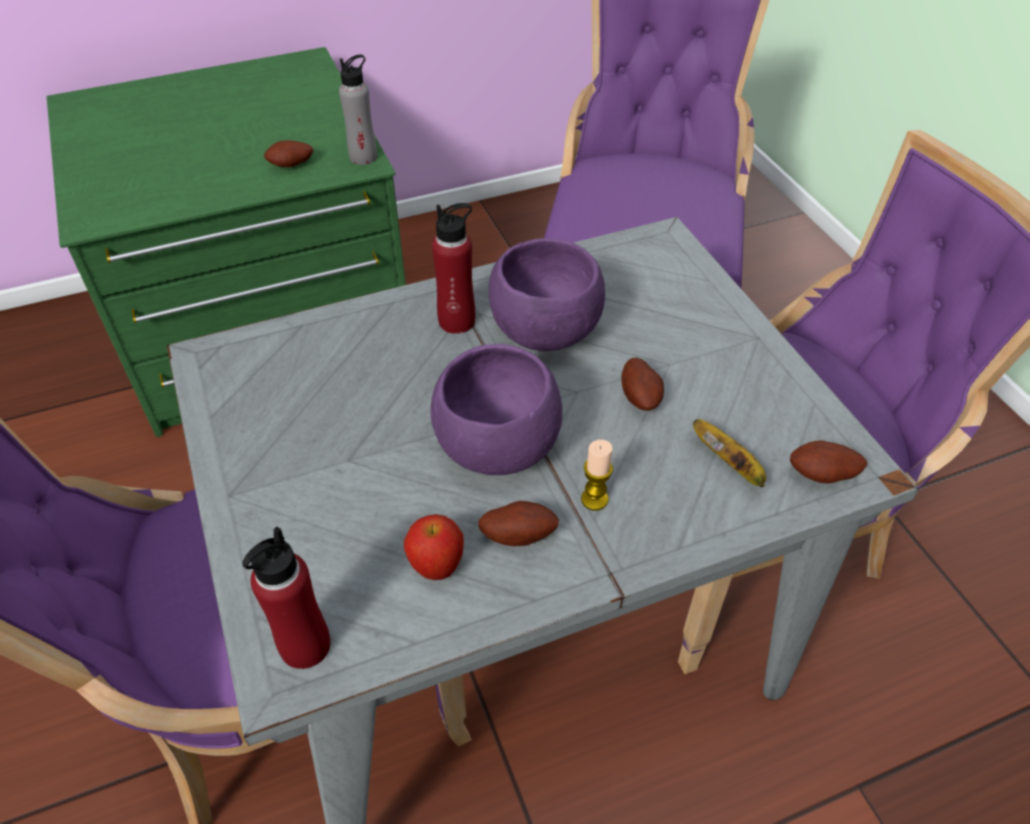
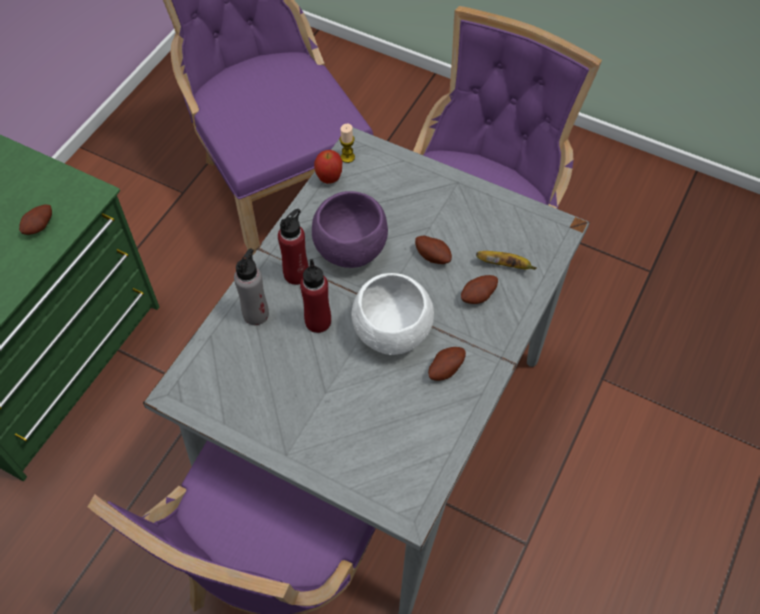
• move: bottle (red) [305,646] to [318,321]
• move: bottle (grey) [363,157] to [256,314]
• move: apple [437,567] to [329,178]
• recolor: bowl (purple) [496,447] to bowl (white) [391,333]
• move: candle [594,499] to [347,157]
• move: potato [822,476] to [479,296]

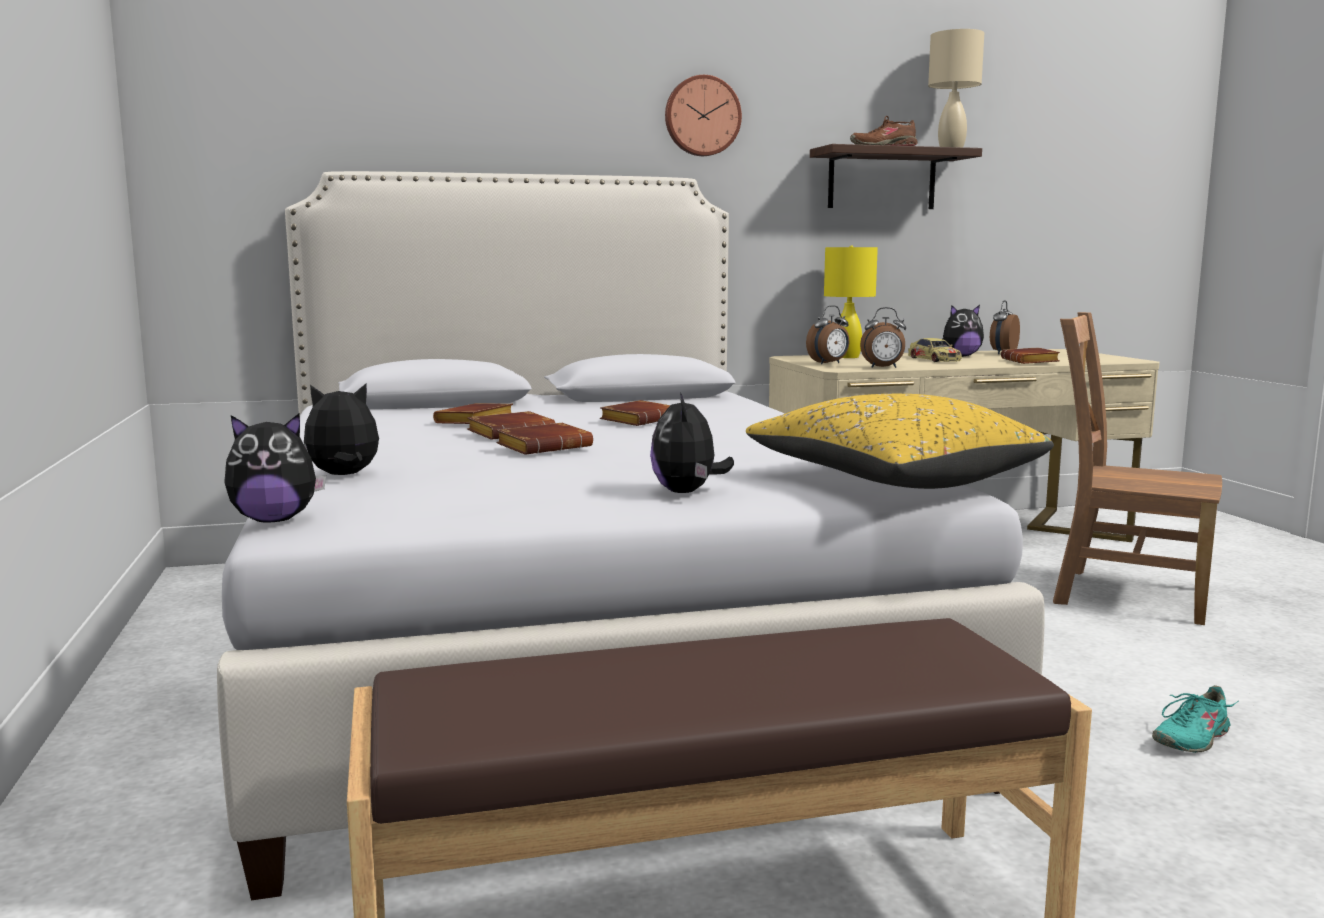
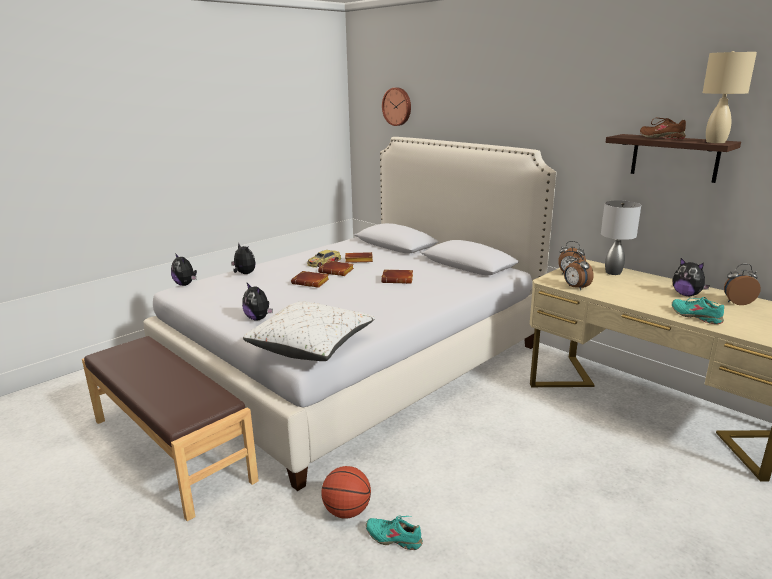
• rotate: plush toy [687,492] = [258,318] 105 degrees counterclockwise
• move: wall clock [702,116] to [397,106]
• recolor: pillow (yellow) [893,481] to pillow (white) [312,345]
• recolor: table lamp (yellow) [847,357] to table lamp (grey) [613,272]
• move: toy car [934,359] to [324,262]
• replace: book (brown) [1031,362] to shoe (turquoise) [696,316]
• delete: chair (brown) [1123,594]
• insert: basketball [347,511]

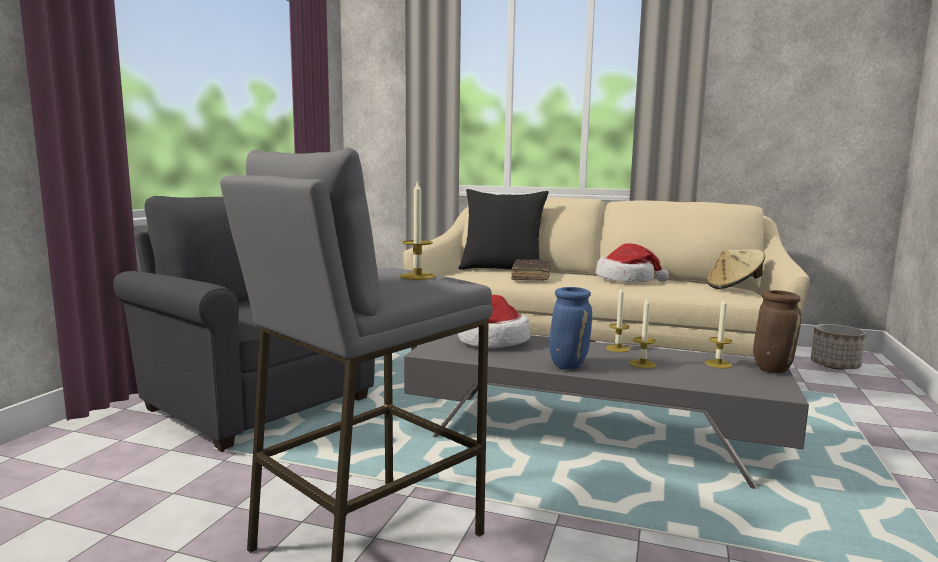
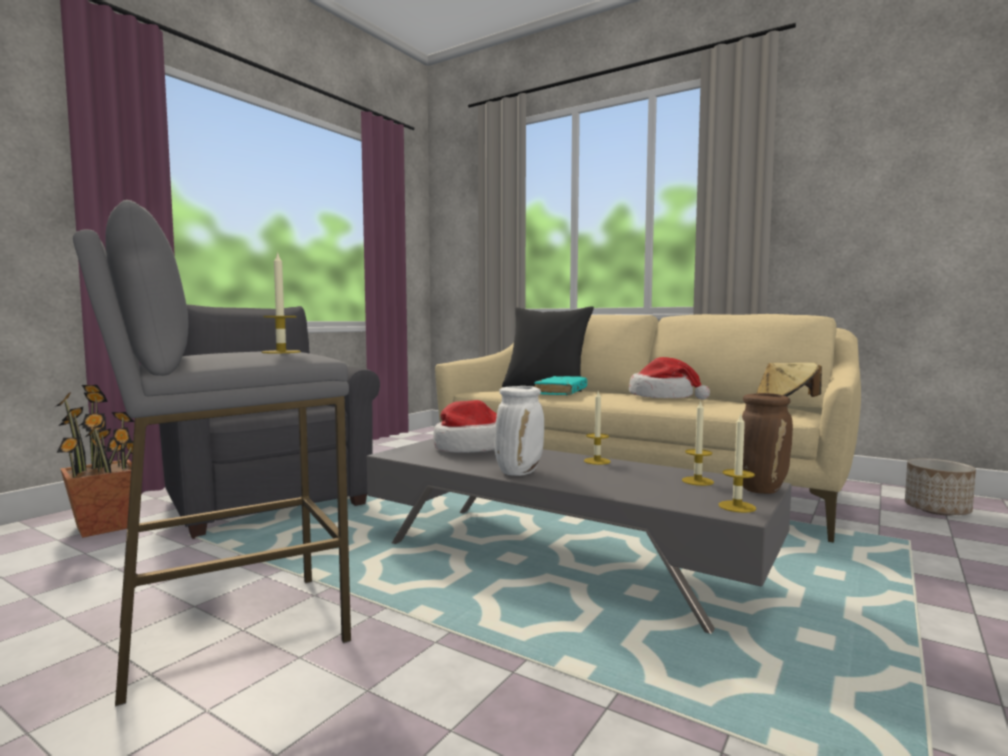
• recolor: book (brown) [531,276] to book (turquoise) [561,392]
• recolor: vase (blue) [568,365] to vase (white) [519,472]
• move: candle [642,364] to [737,507]
• insert: potted plant [104,527]

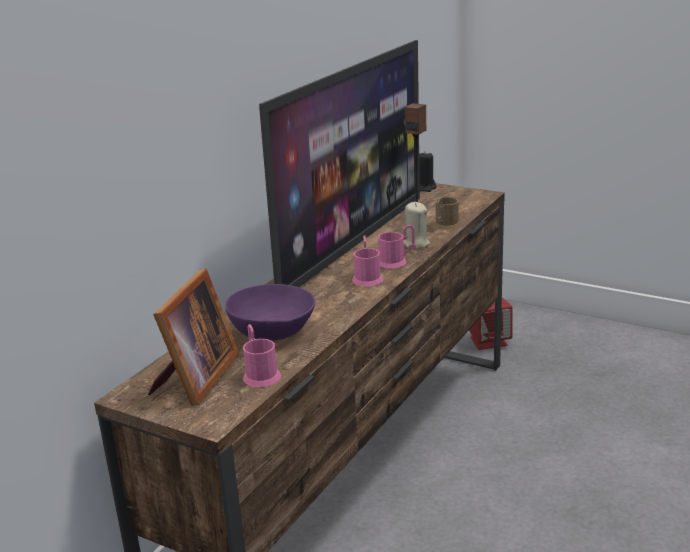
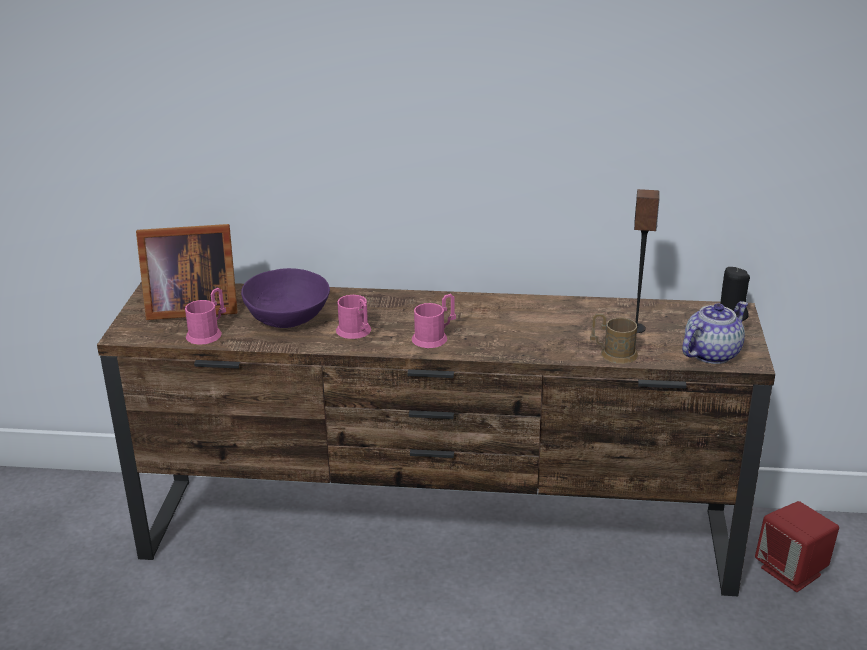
• delete: television [352,243]
• move: mug (pink) [396,261] to [356,332]
• delete: candle (beige) [416,244]
• insert: teapot [711,353]

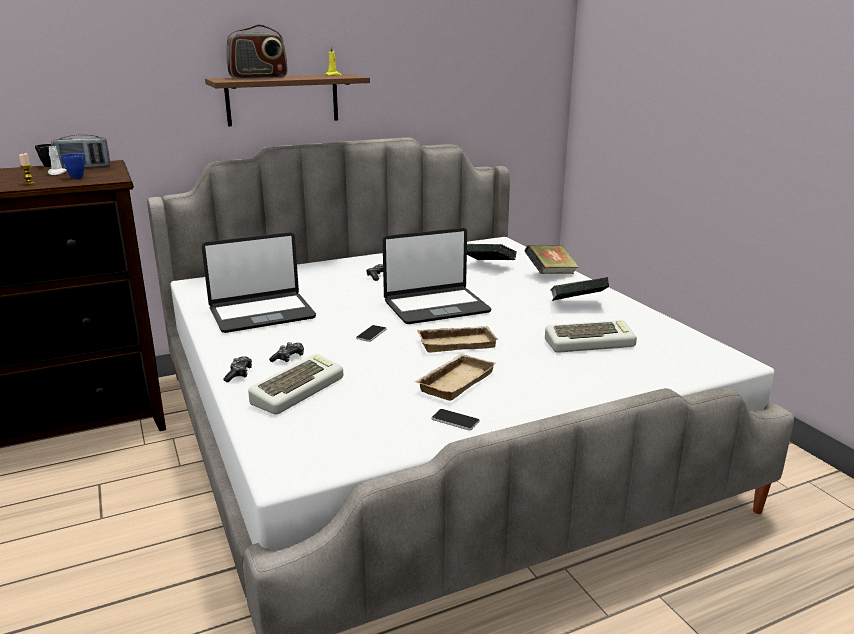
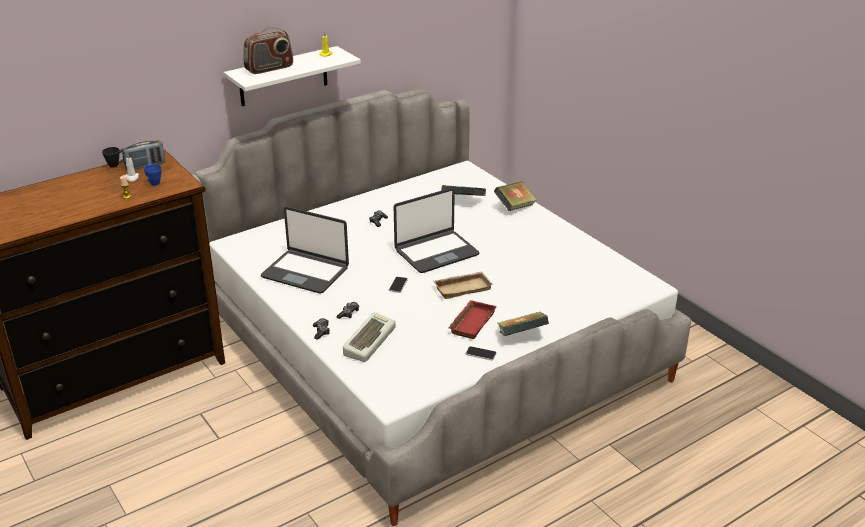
• rotate: laptop [262,314] = [306,272] 60 degrees clockwise
• recolor: shelf (brown) [282,99] to shelf (white) [283,76]
• recolor: tray (beige) [454,381] to tray (red) [471,322]
• delete: keyboard [589,342]
• move: book [577,305] to [521,336]

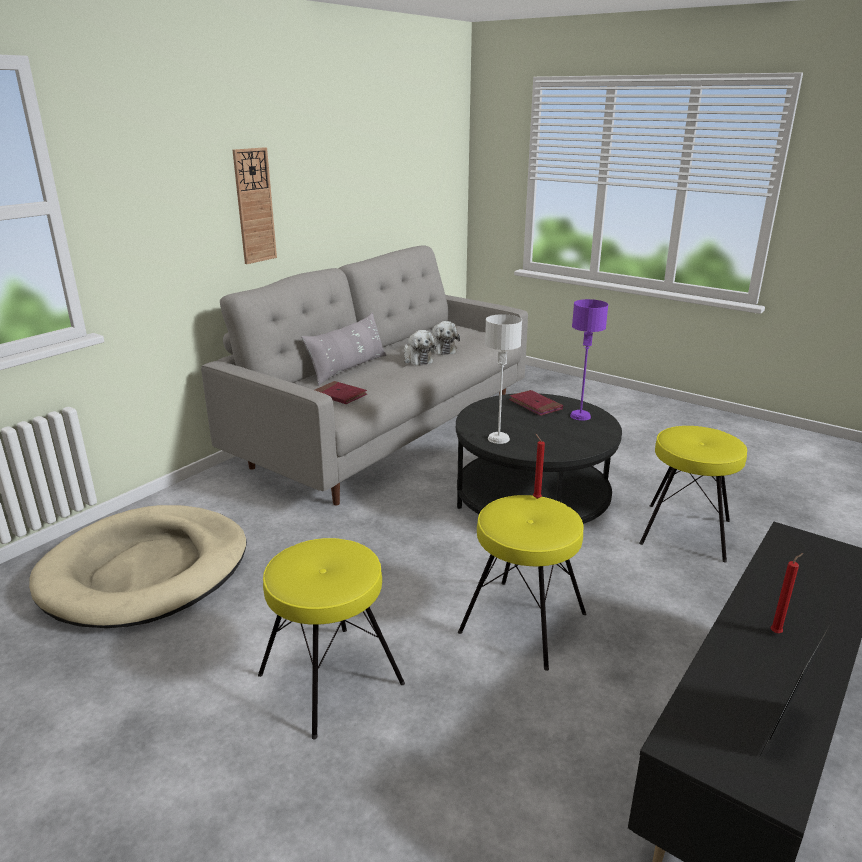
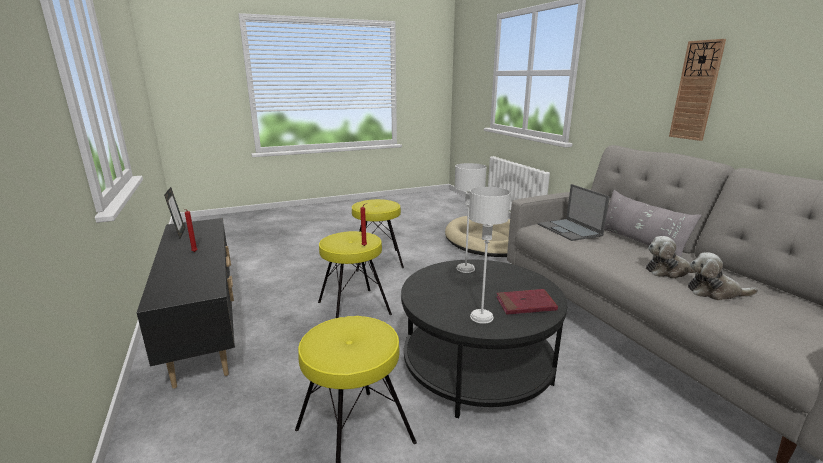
• replace: book (red) [340,395] to laptop [570,230]
• recolor: table lamp (purple) [580,416] to table lamp (grey) [481,317]

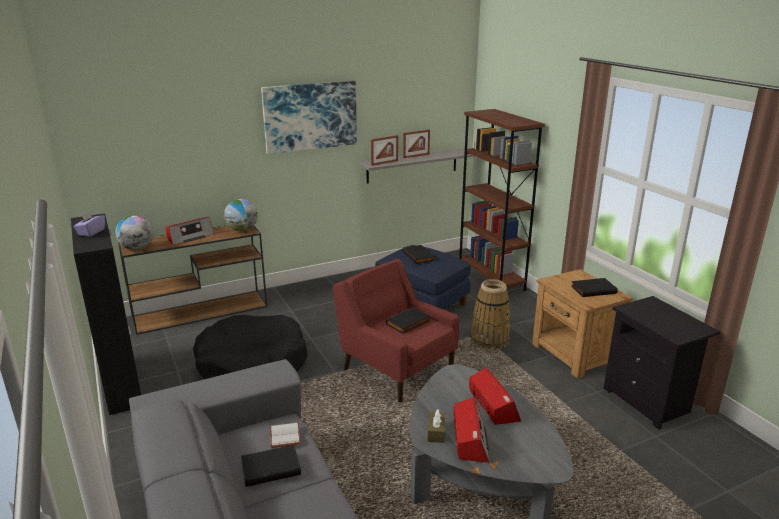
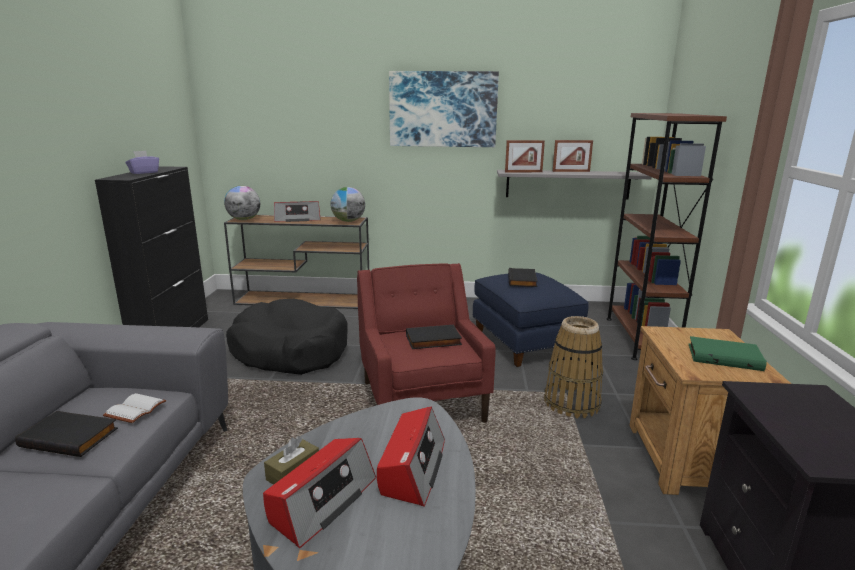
• recolor: book (black) [593,289] to book (green) [724,356]

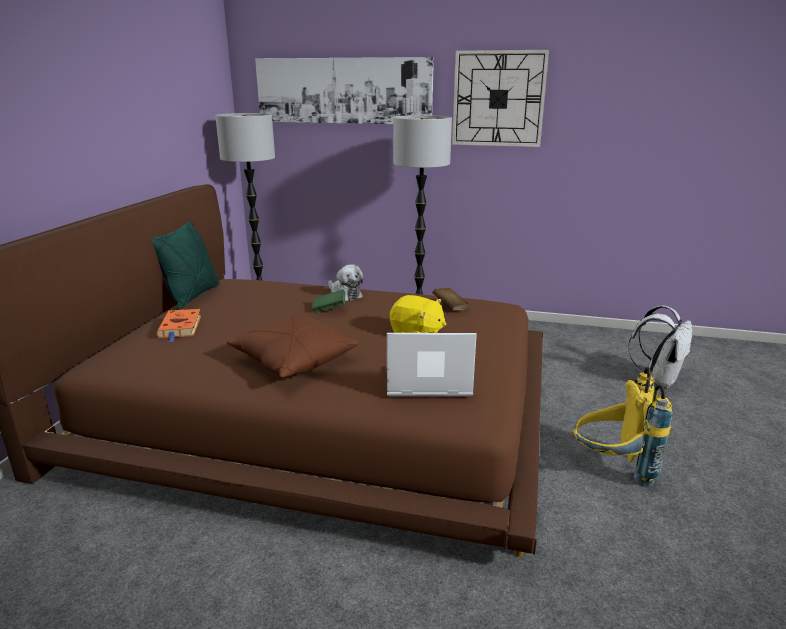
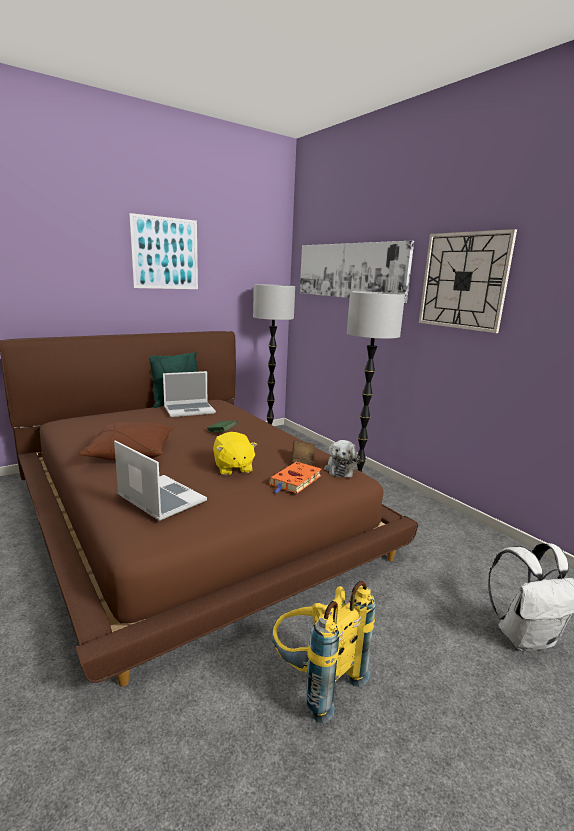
• move: book (orange) [180,327] to [295,481]
• move: plush toy [345,294] to [340,469]
• insert: picture [165,253]
• insert: laptop [190,410]

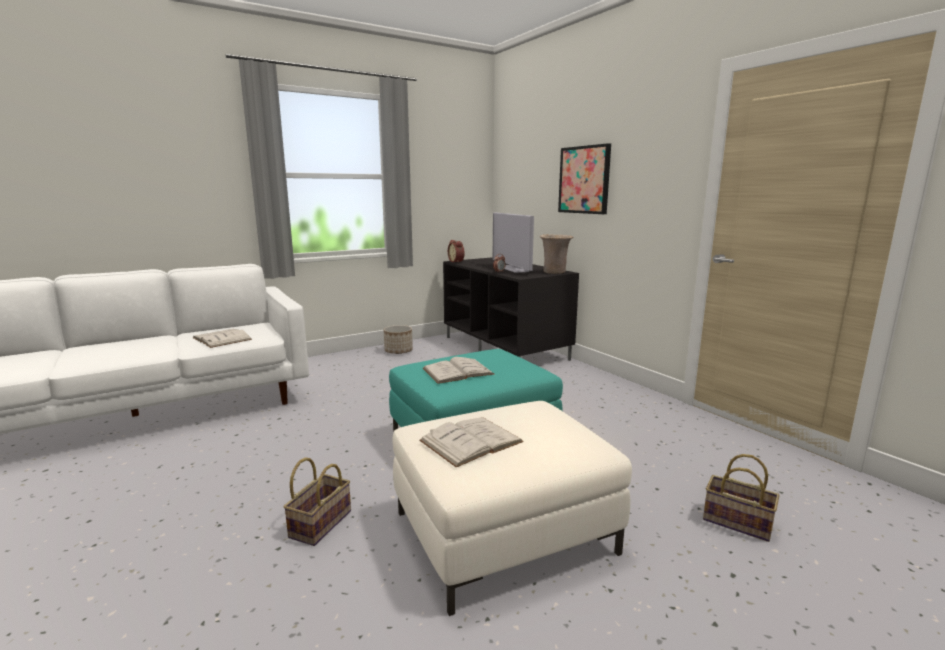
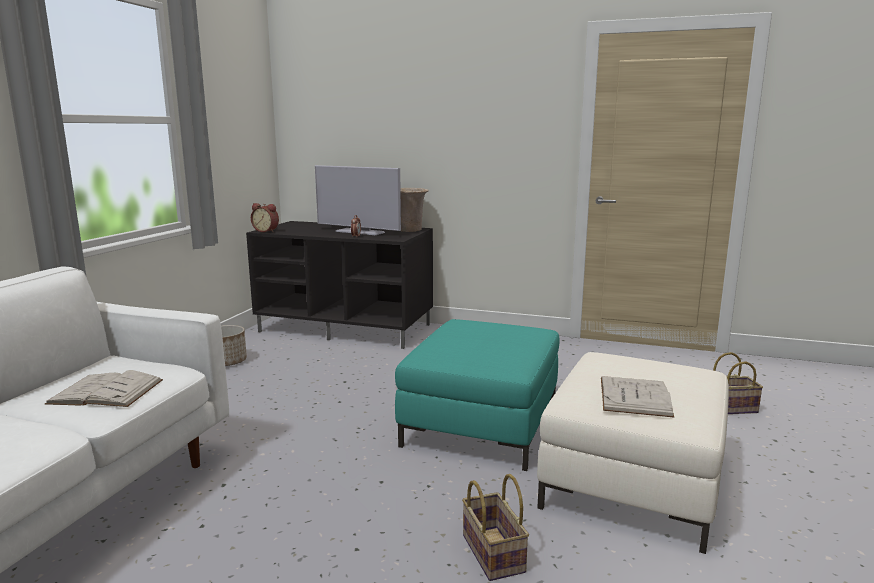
• delete: book (white) [458,371]
• delete: picture [584,180]

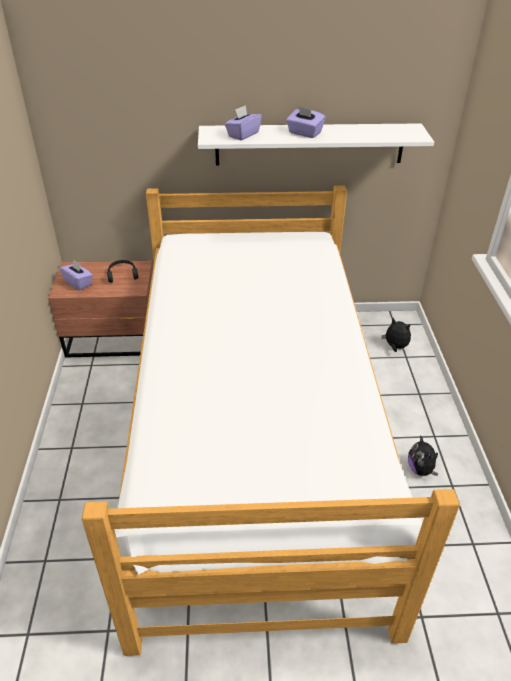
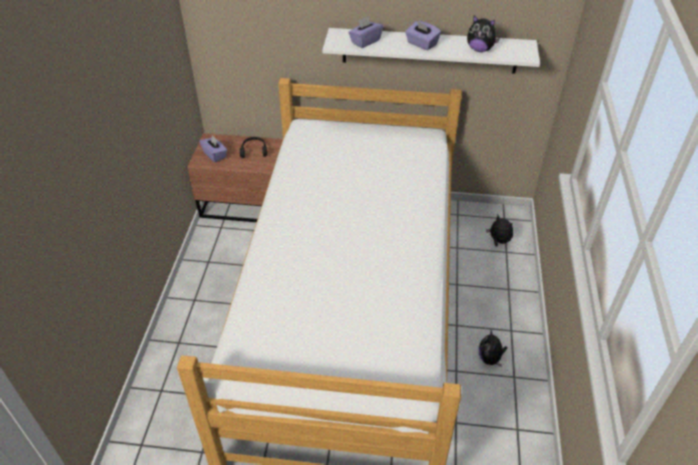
• insert: plush toy [480,49]

